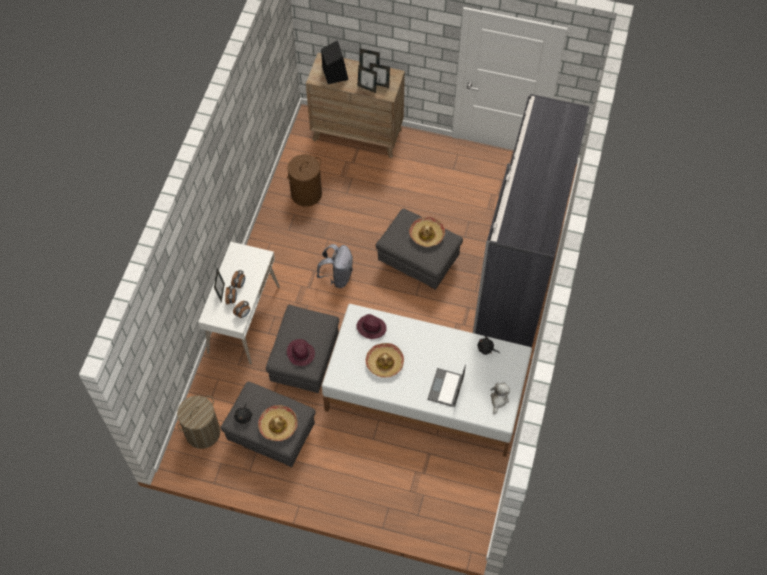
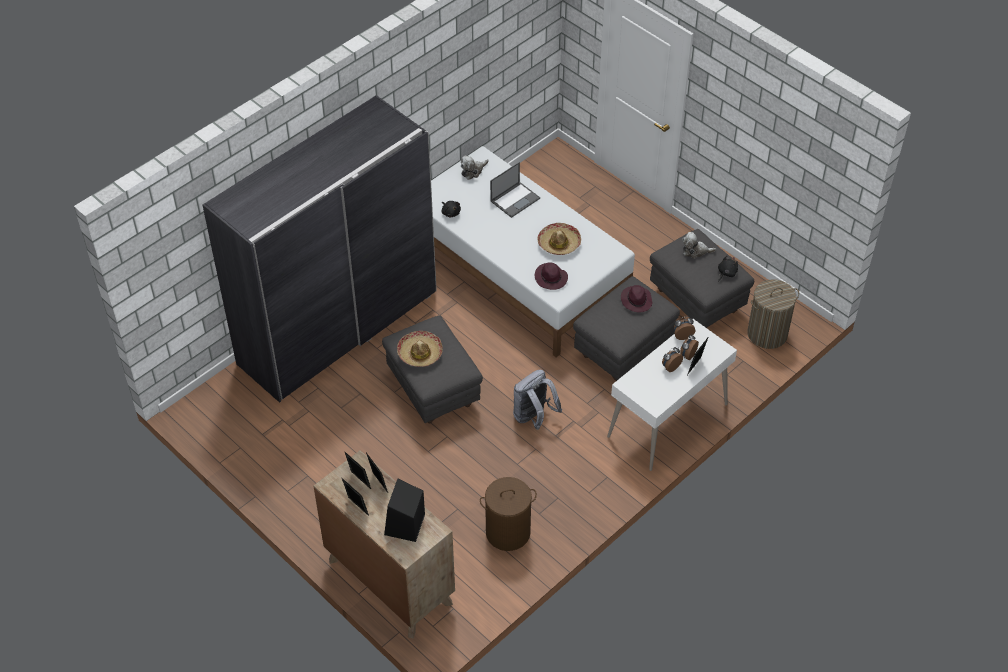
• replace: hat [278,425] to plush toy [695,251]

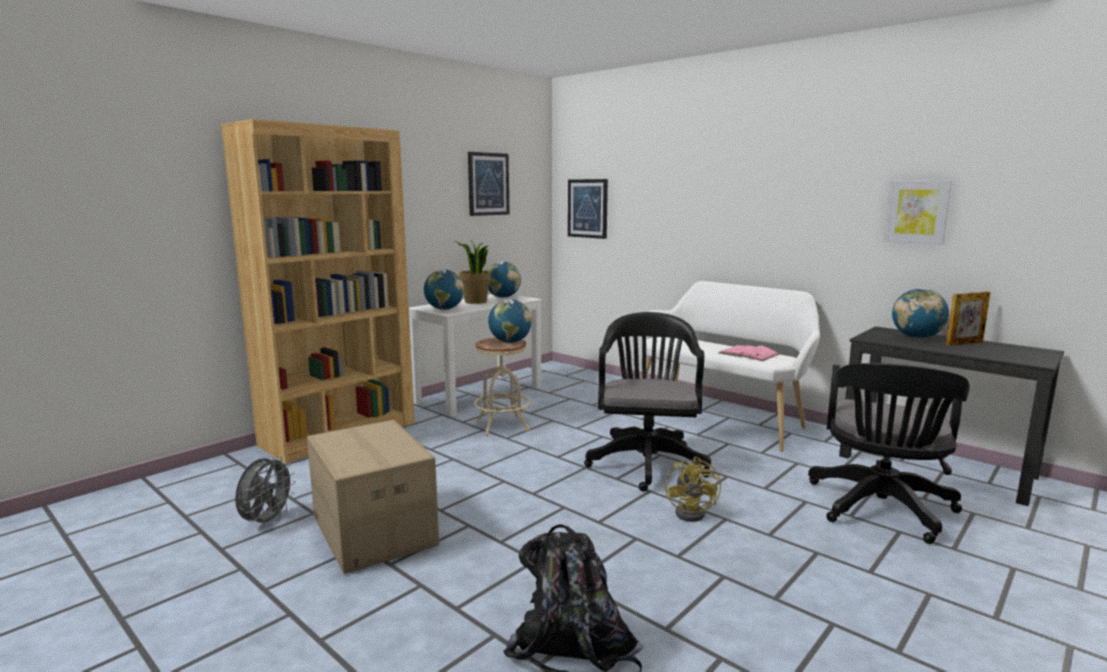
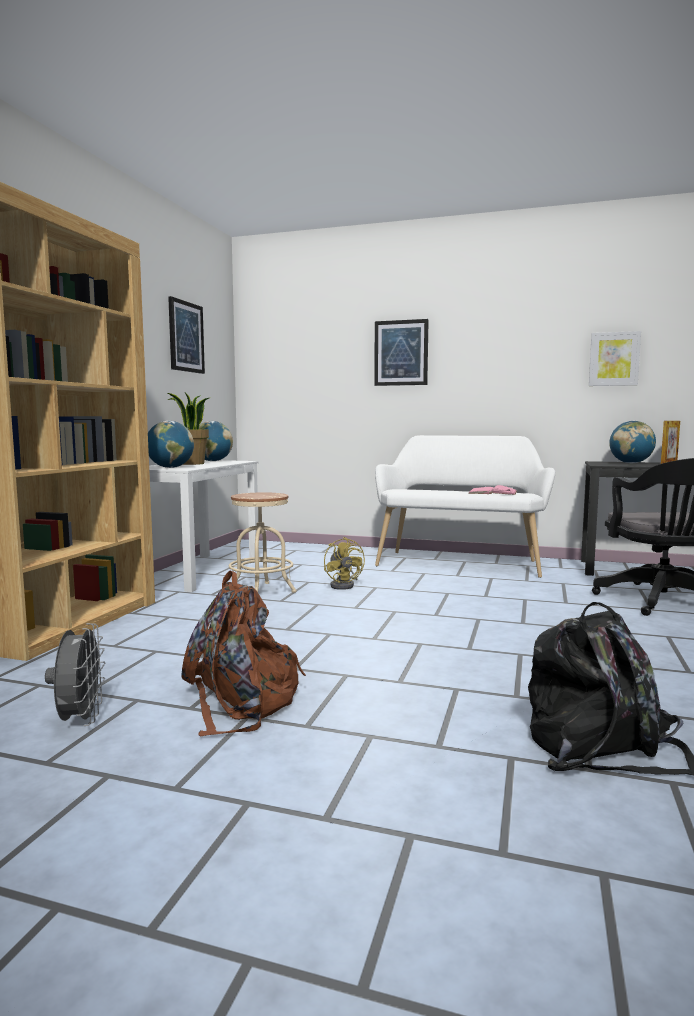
• replace: cardboard box [372,531] to backpack (brown) [241,701]
• delete: globe [510,342]
• move: picture [587,208] to [401,353]
• delete: office chair (black) [646,461]
• move: fan (yellow) [694,513] to [344,585]

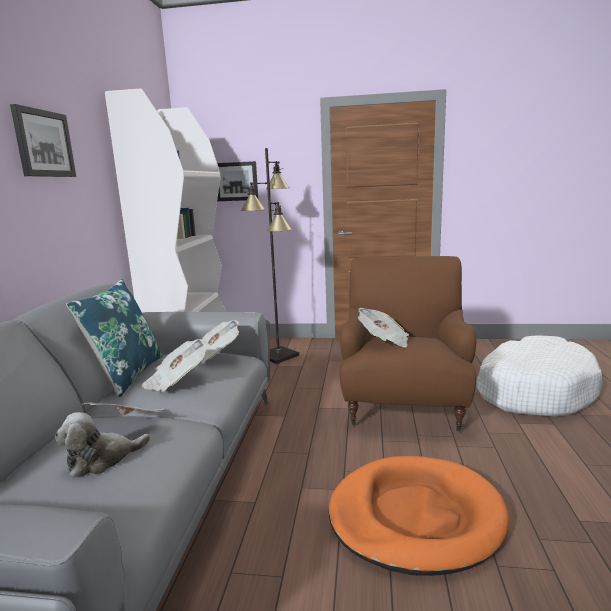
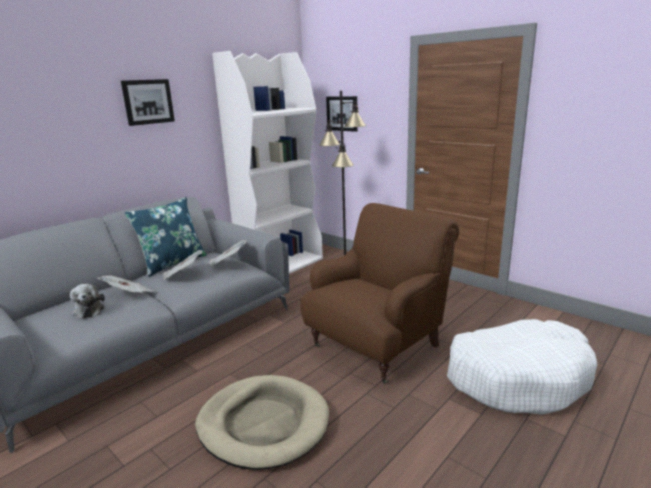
• rotate: plush toy [102,459] = [88,310] 120 degrees counterclockwise
• recolor: dog bed (orange) [415,517] to dog bed (beige) [263,424]
• delete: newspaper [384,340]

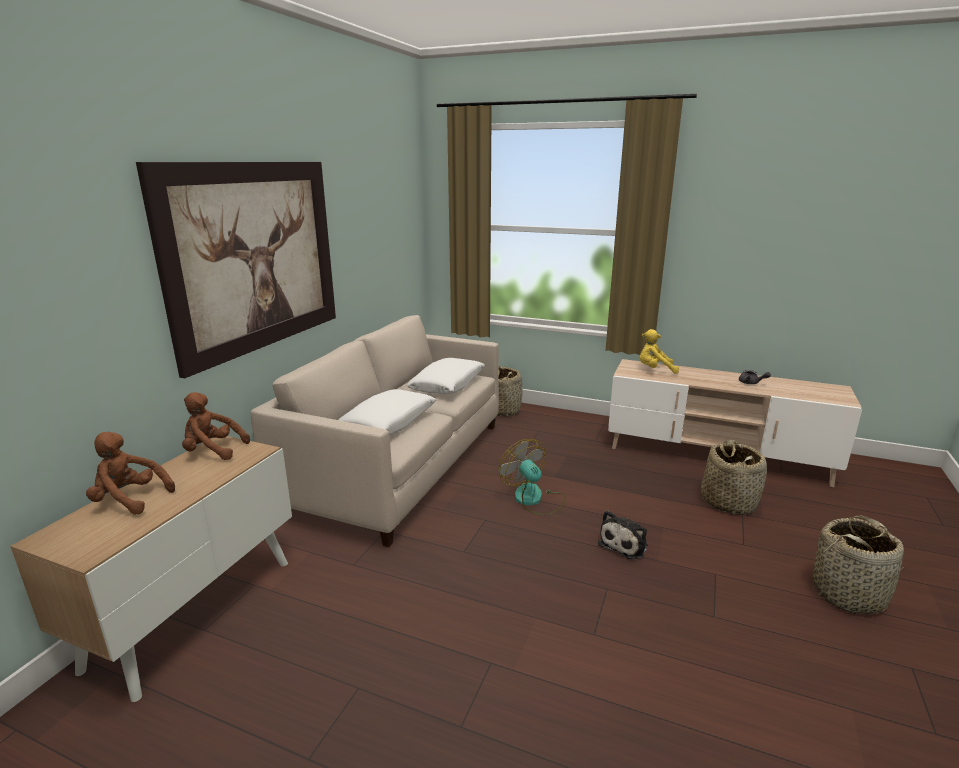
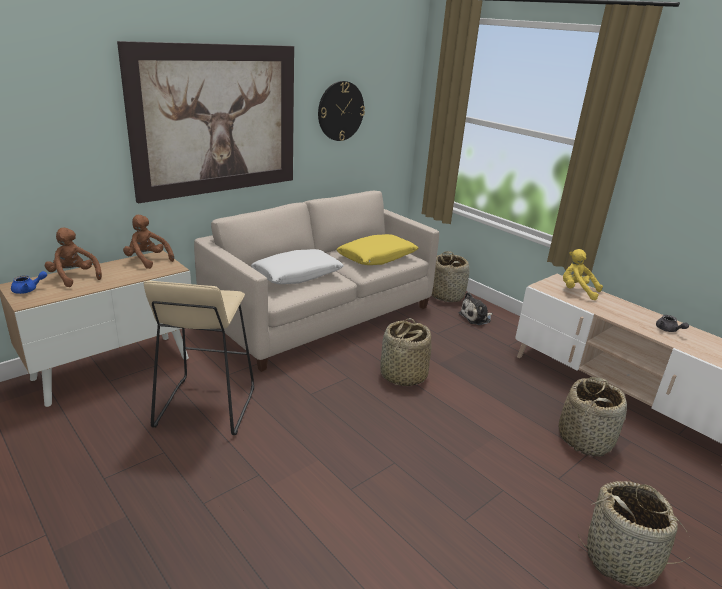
• recolor: pillow (white) [448,384] to pillow (yellow) [377,257]
• replace: fan [534,499] to basket [402,375]
• move: plush toy [625,544] to [476,317]
• insert: teapot (blue) [28,290]
• insert: stool (beige) [205,406]
• insert: wall clock [340,111]

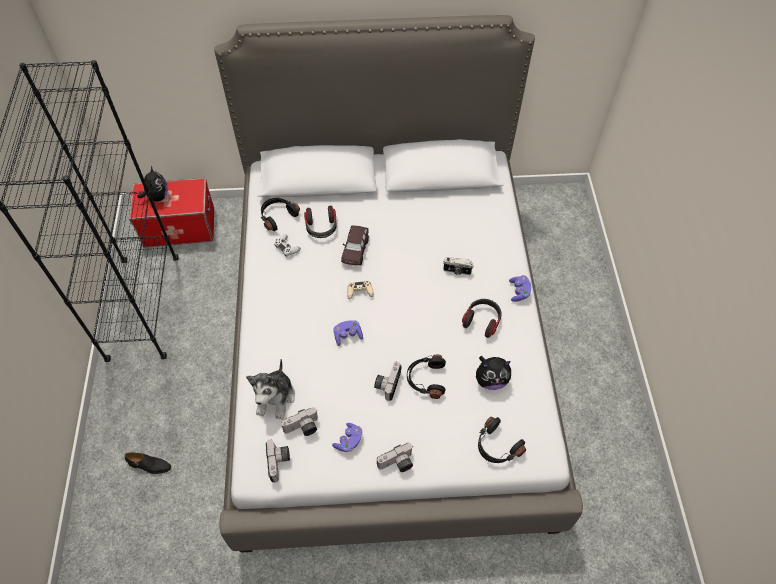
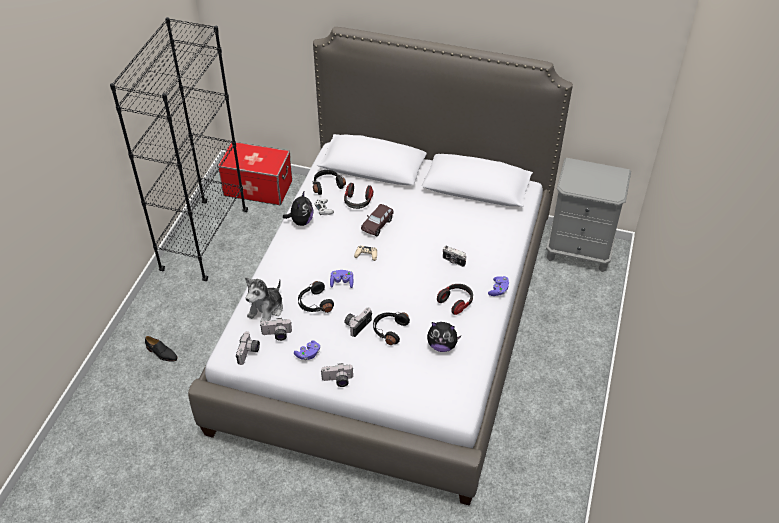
• move: plush toy [157,196] to [301,221]
• move: headphones (black) [496,446] to [314,303]
• insert: nightstand (grey) [579,251]

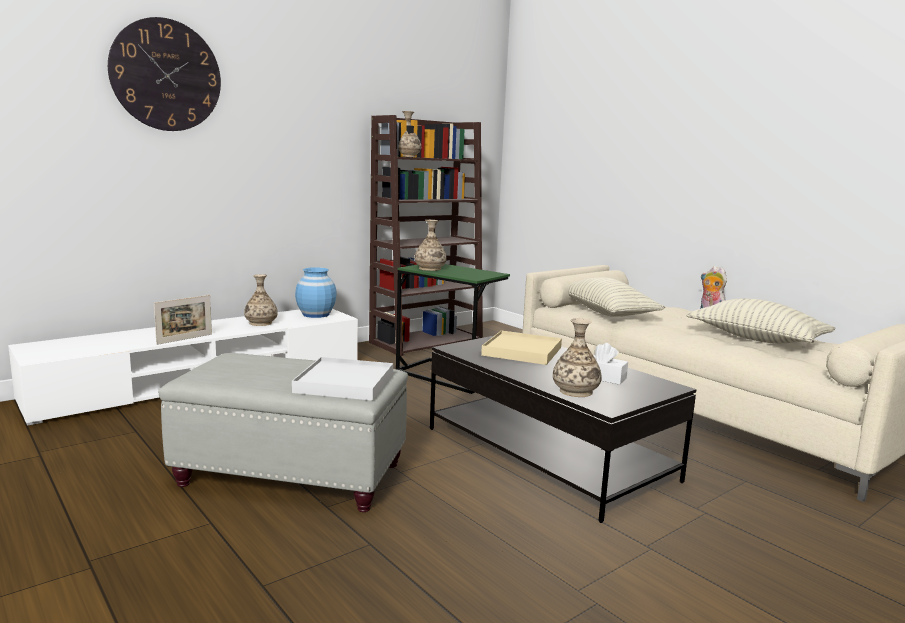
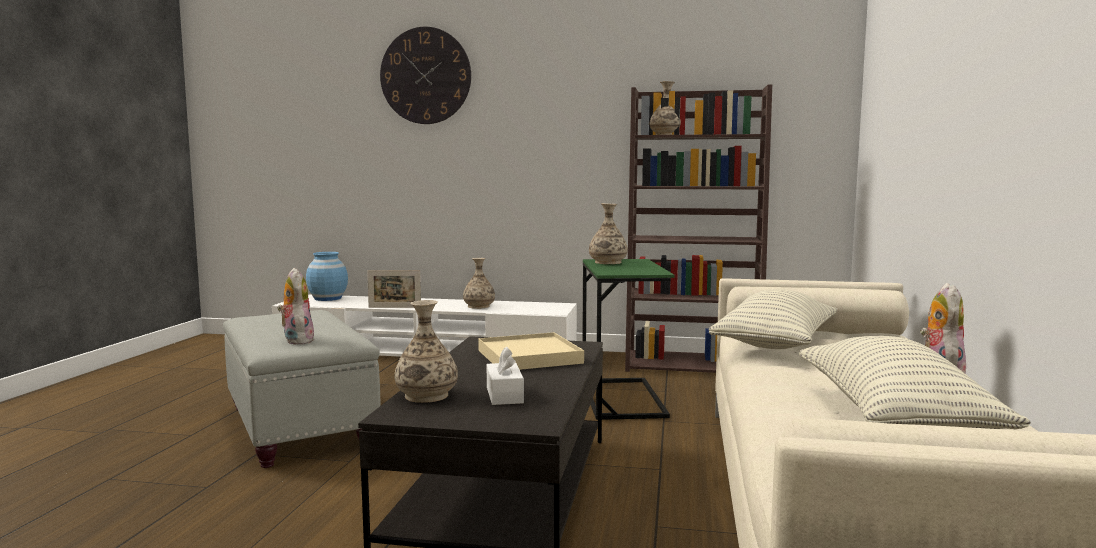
• replace: tray (white) [345,383] to plush toy [296,340]
• move: vase (blue) [316,314] to [328,298]

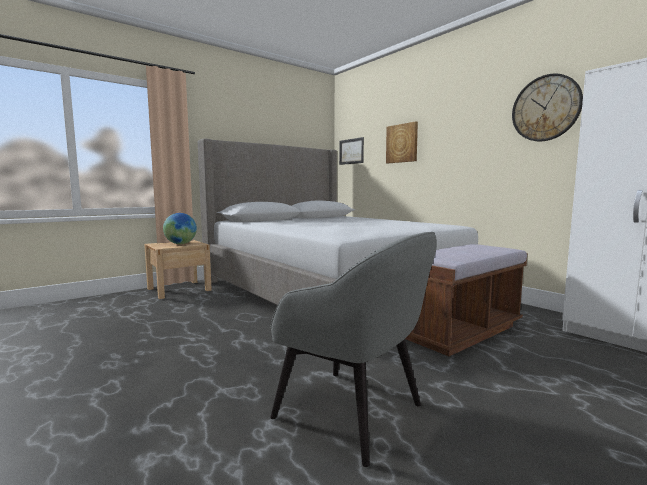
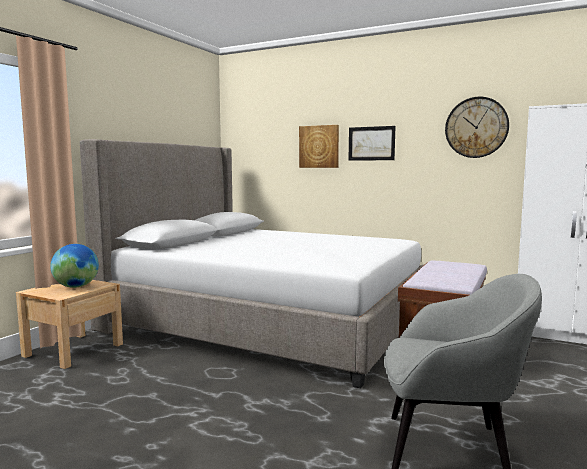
• move: picture [351,151] to [371,143]

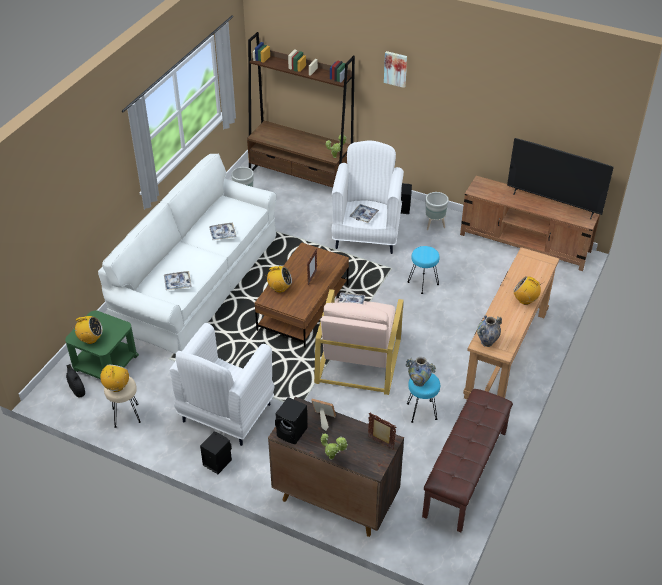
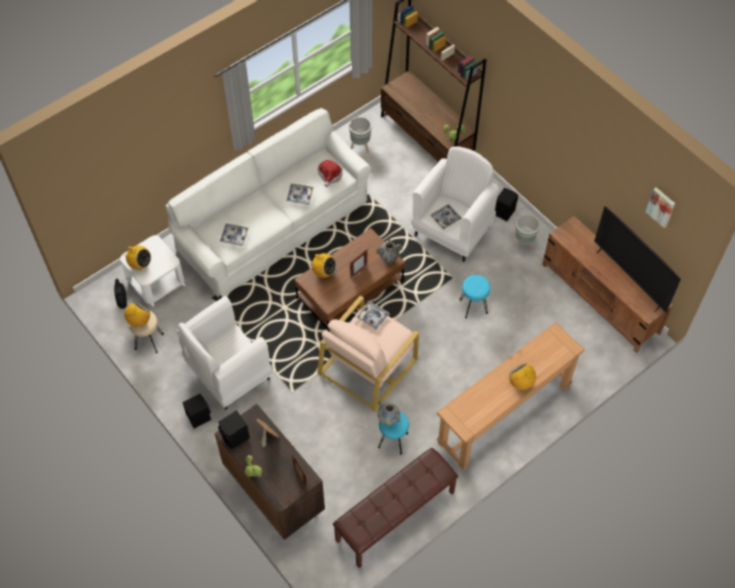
• recolor: side table (green) [105,363] to side table (white) [156,282]
• move: picture [396,68] to [661,206]
• move: vase [487,342] to [389,260]
• insert: hat [329,176]

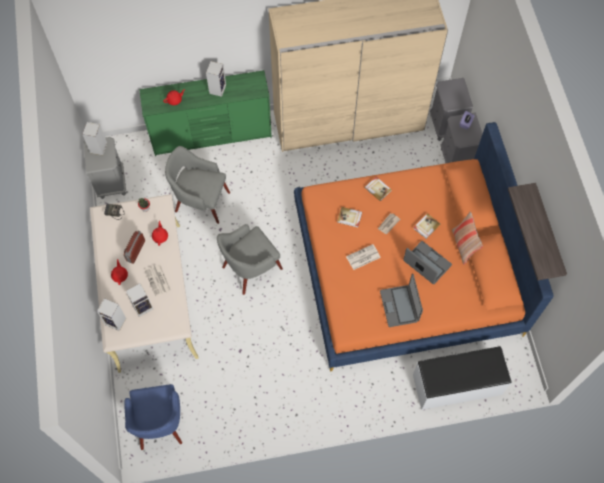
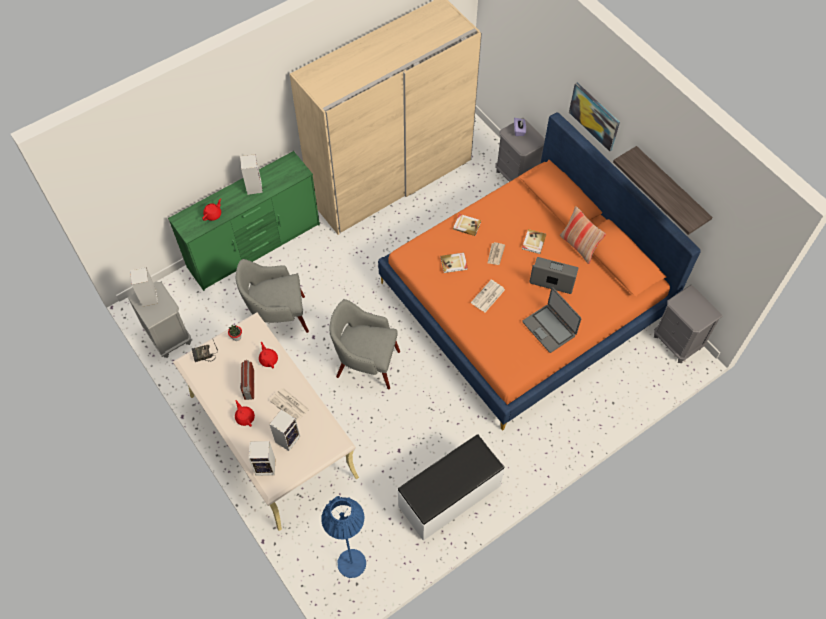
• replace: armchair (blue) [159,423] to floor lamp (blue) [351,563]
• rotate: armchair (grey) [250,268] = [366,363] 75 degrees clockwise
• move: bench (white) [457,385] to [450,497]
• move: nightstand (grey) [446,125] to [677,342]
• insert: picture [594,116]

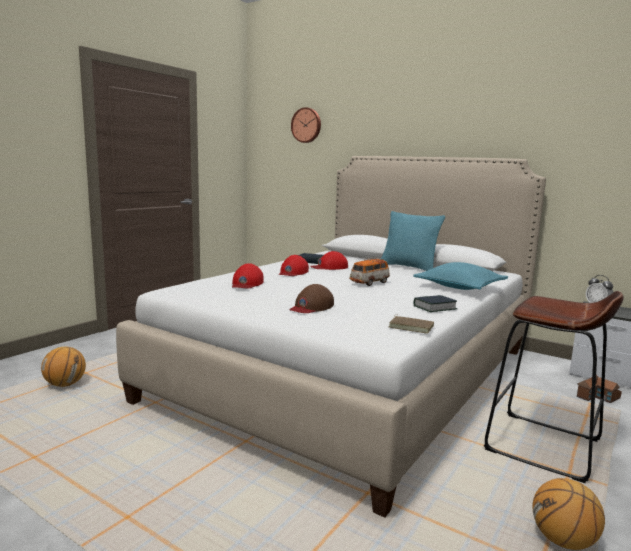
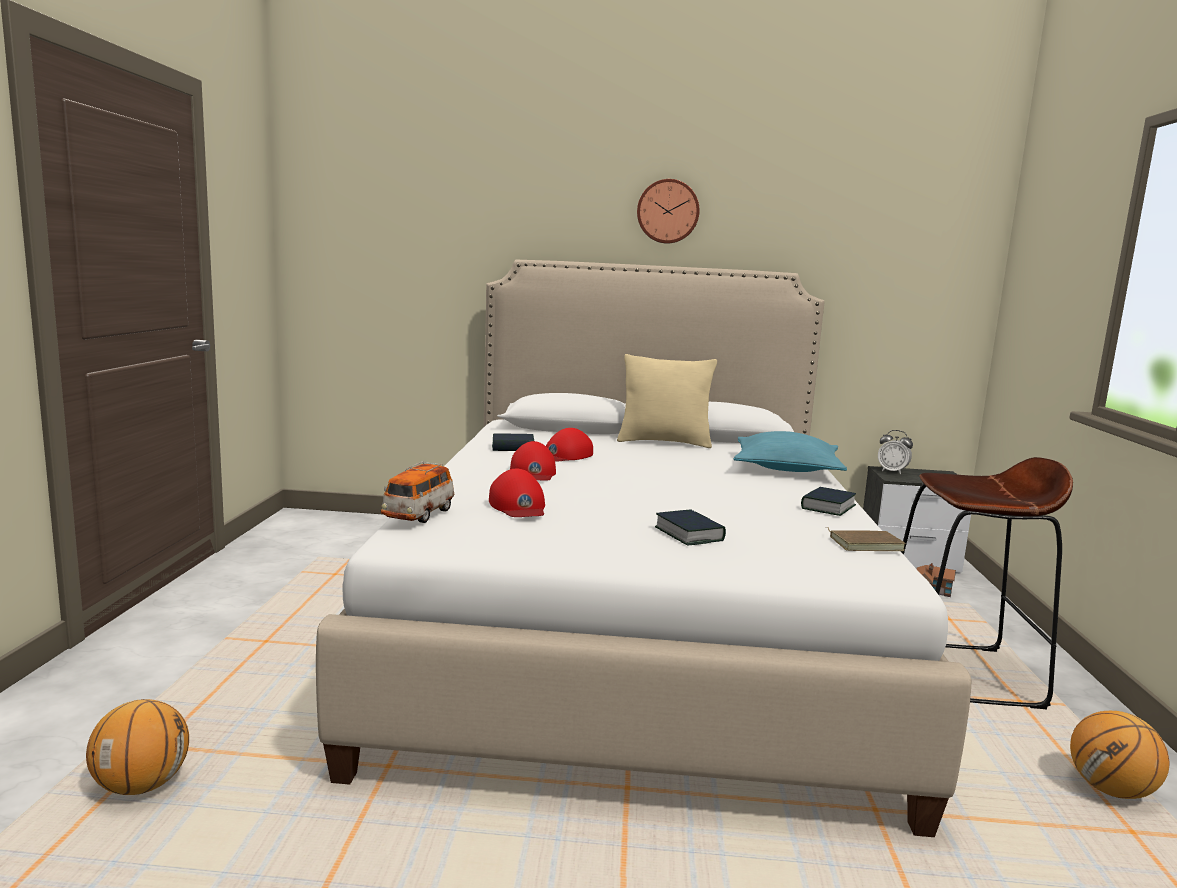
• replace: cap (brown) [311,307] to book [689,534]
• move: wall clock [306,125] to [668,211]
• move: toy car [369,283] to [418,515]
• recolor: pillow (turquoise) [408,267] to pillow (beige) [664,442]

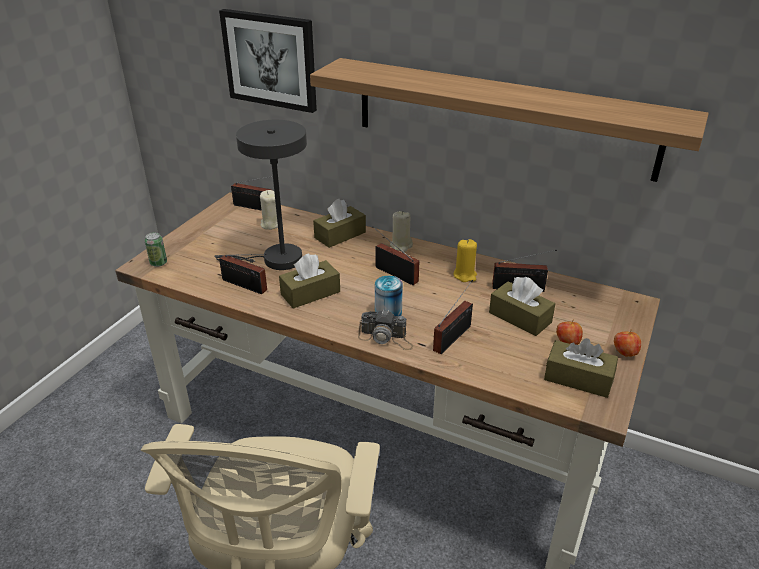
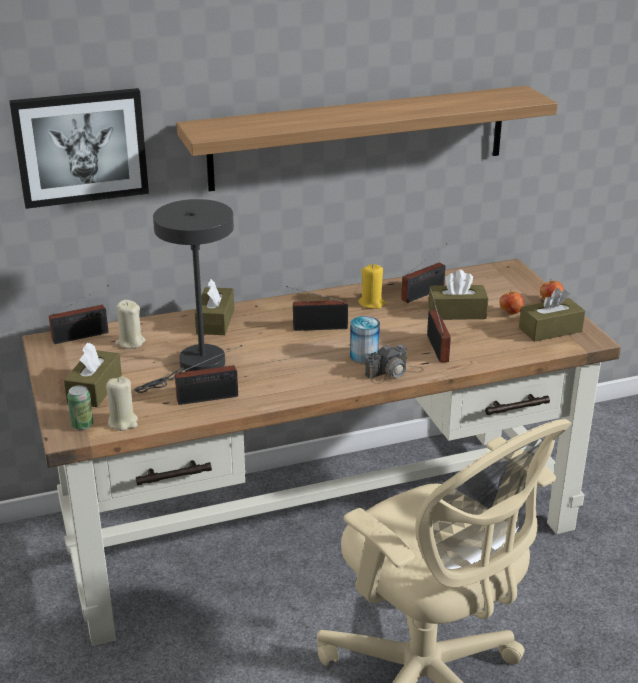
• move: tissue box (brown) [310,293] to [95,389]
• move: candle (beige) [401,245] to [123,422]

